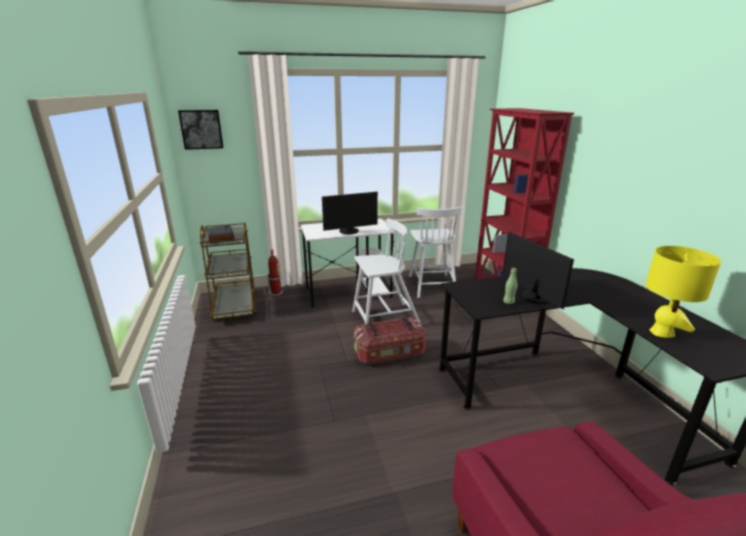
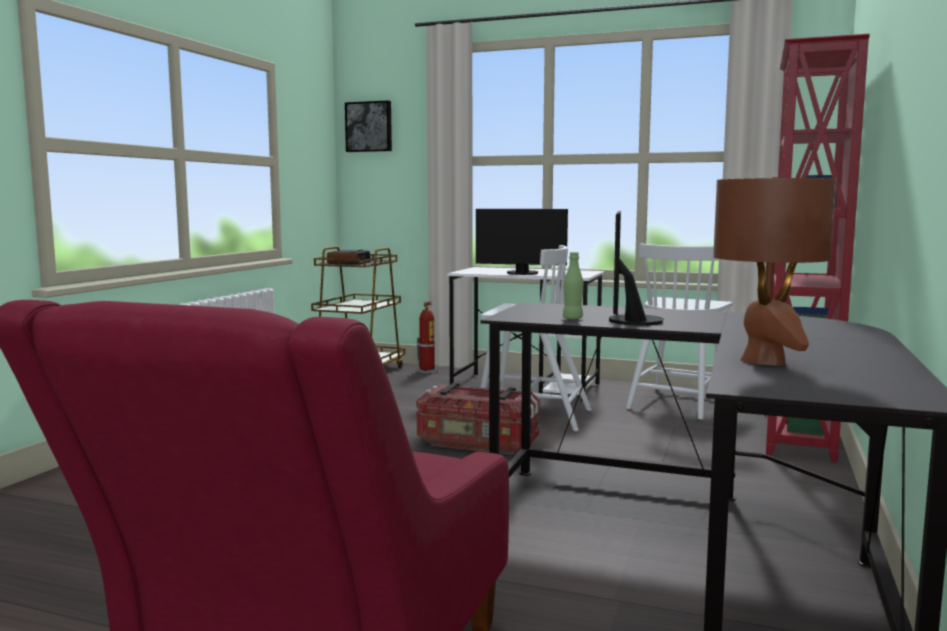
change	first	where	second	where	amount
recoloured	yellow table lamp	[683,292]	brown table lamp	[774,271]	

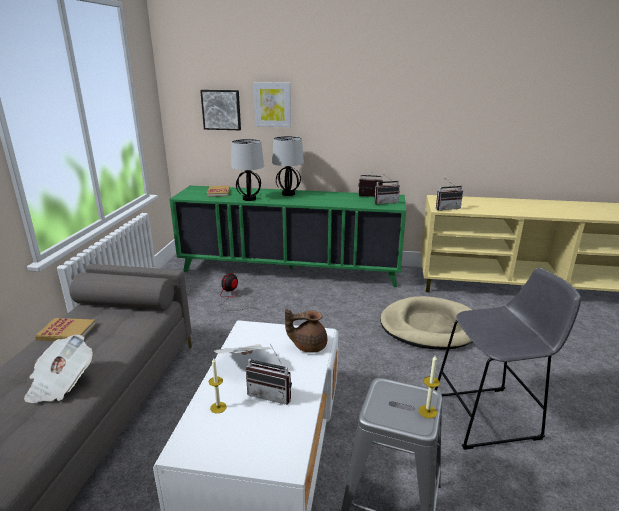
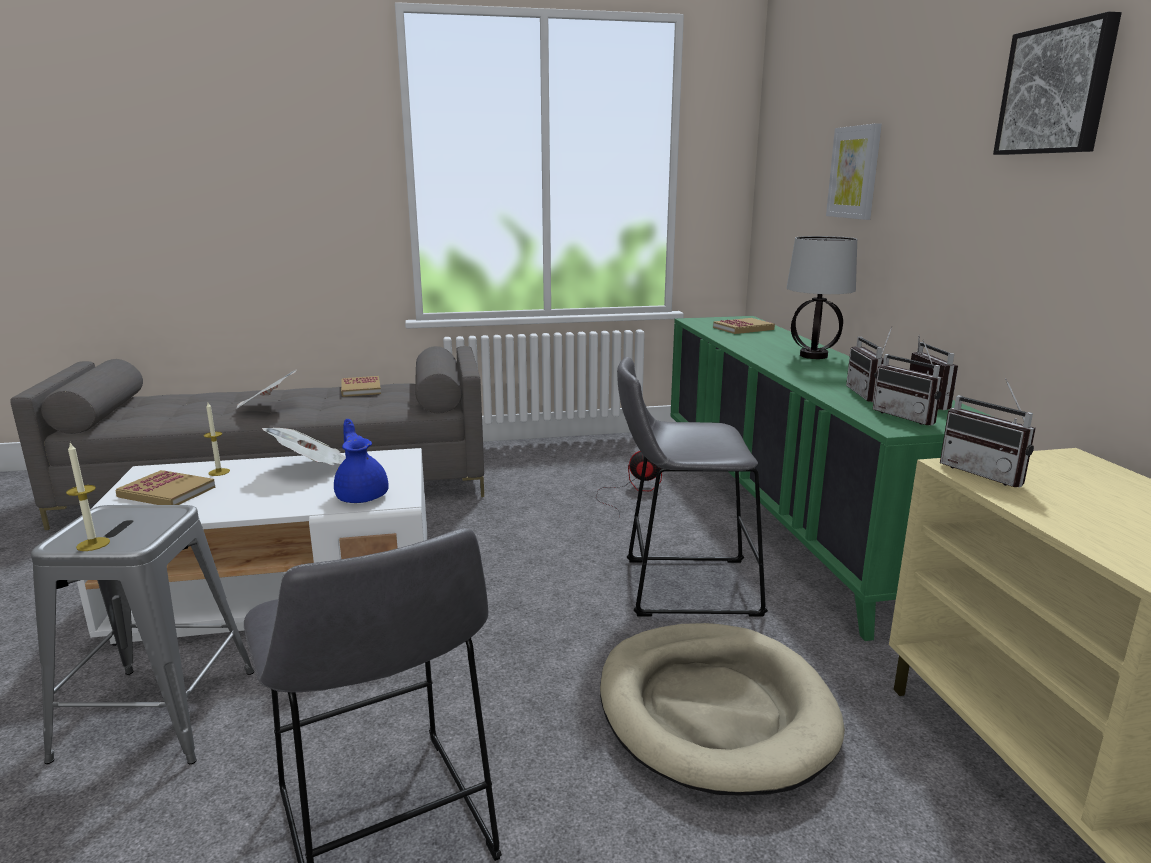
change	first	where	second	where	amount
moved	picture	[220,110]		[1057,83]	
removed	table lamp	[247,170]			
moved	radio	[269,374]		[869,364]	
recoloured	brown teapot	[306,331]	blue teapot	[361,461]	
added			book	[165,487]	
added			grey stool	[692,487]	

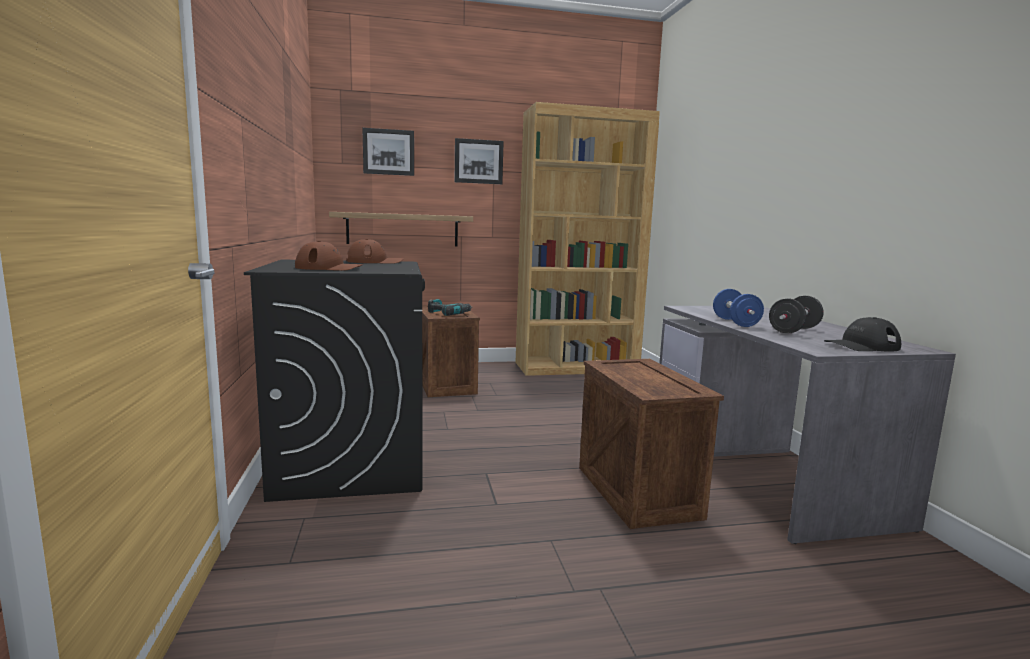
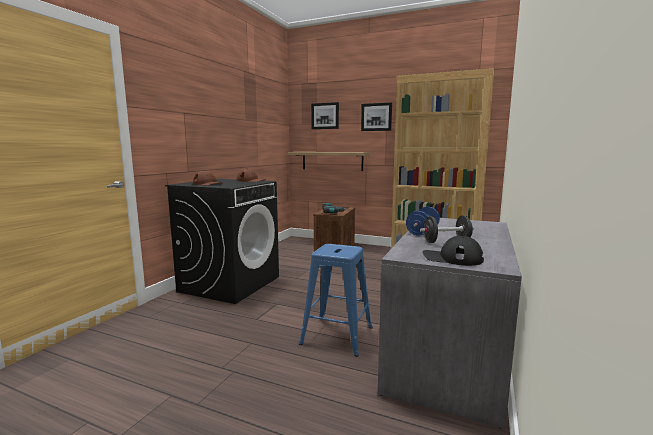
change	first	where	second	where	amount
replaced	crate	[651,444]	blue stool	[336,300]	

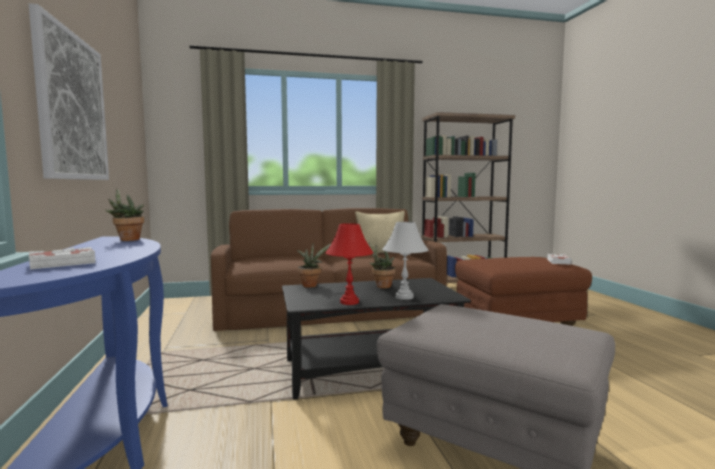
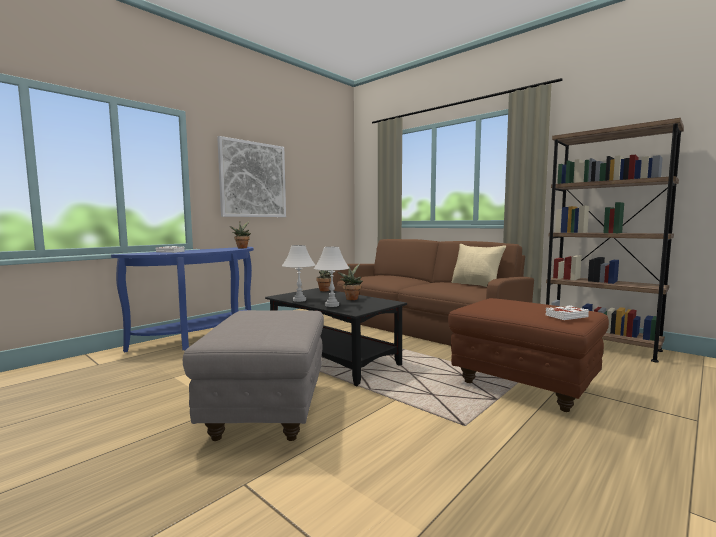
change	first	where	second	where	amount
recoloured	red table lamp	[350,264]	white table lamp	[298,273]	

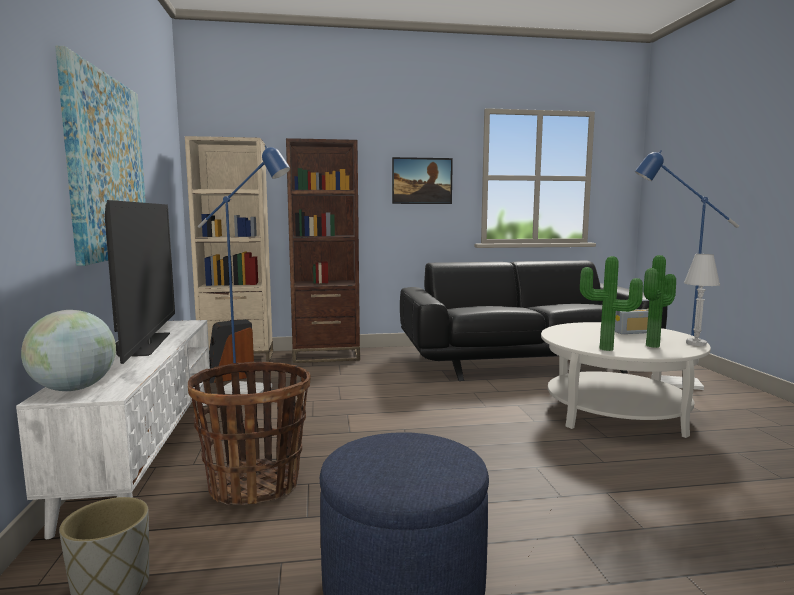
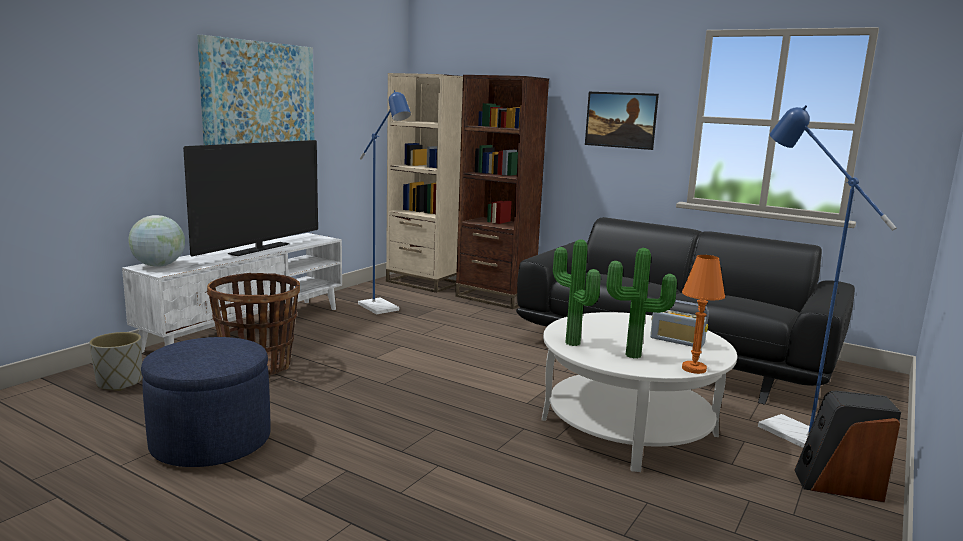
change	first	where	second	where	amount
moved	speaker	[231,351]		[848,446]	
recoloured	white table lamp	[702,300]	orange table lamp	[703,314]	

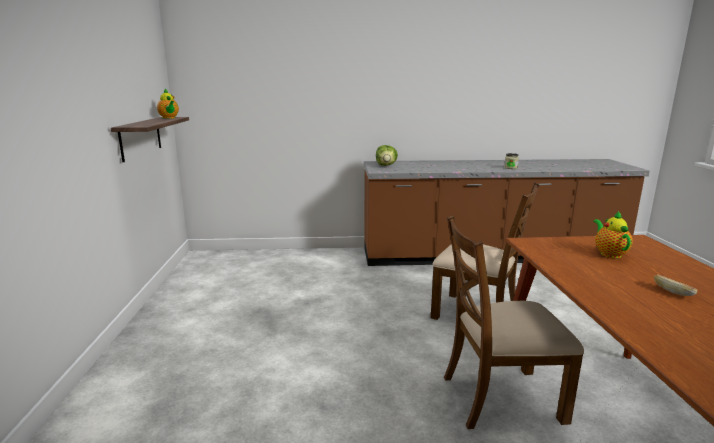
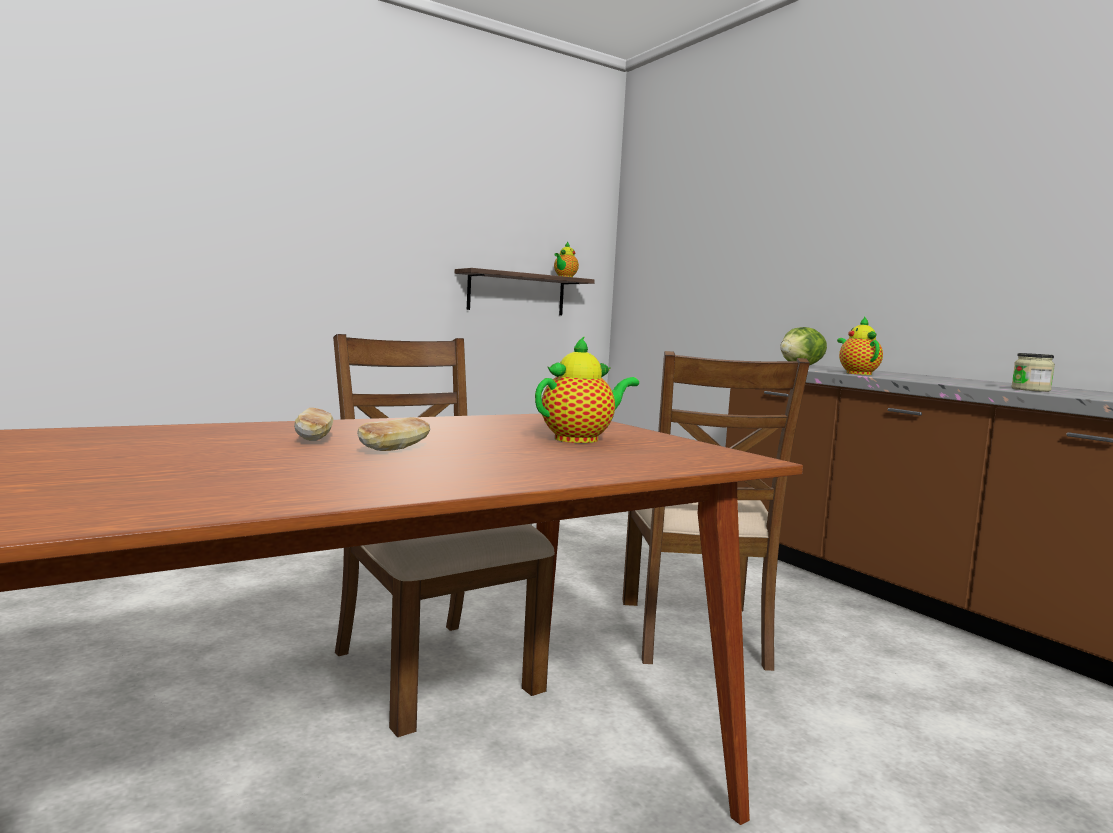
change	first	where	second	where	amount
added			bread	[313,424]	
added			teapot	[860,345]	

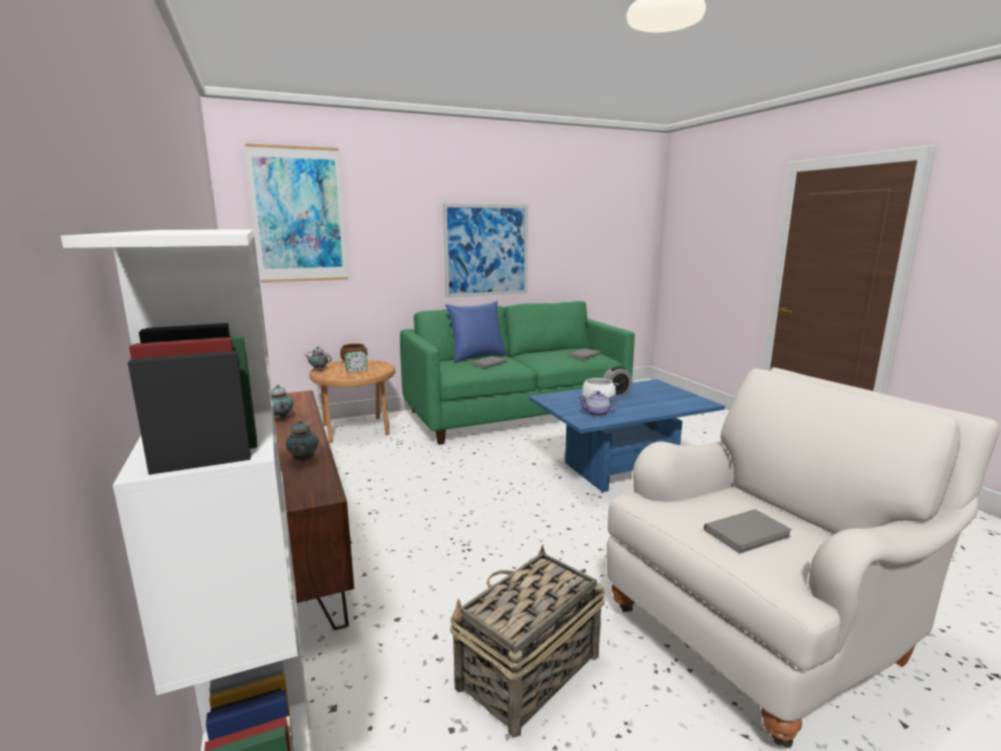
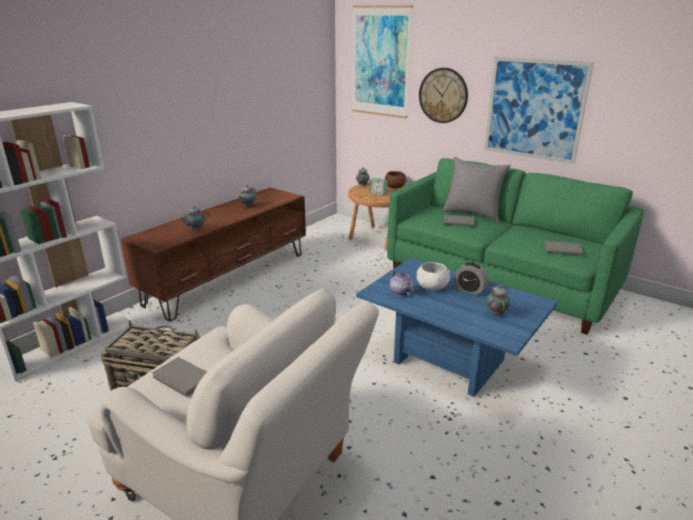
change	first	where	second	where	amount
recoloured	blue pillow	[476,331]	grey pillow	[477,189]	
added			wall clock	[443,95]	
added			teapot	[498,300]	

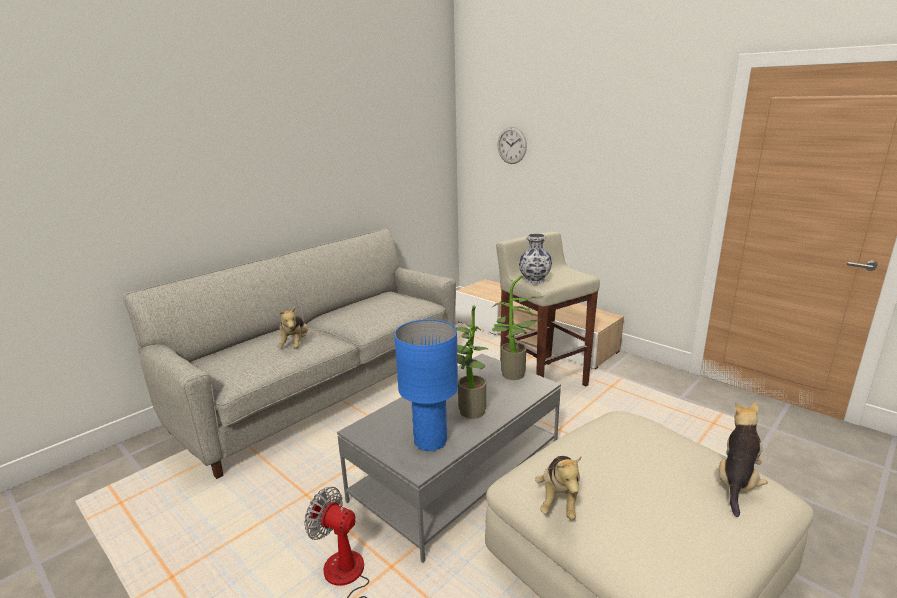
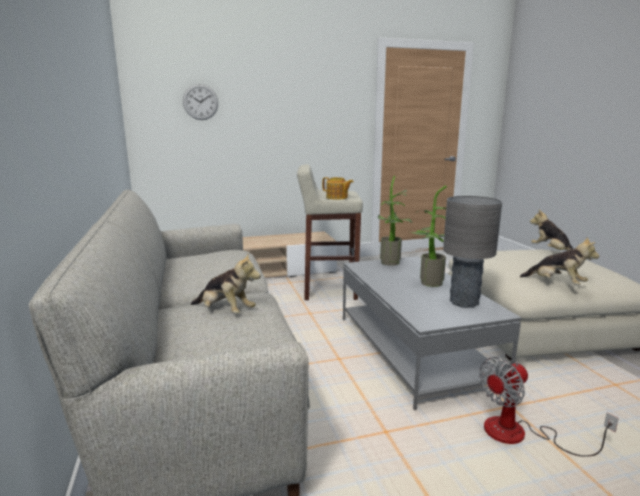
change	first	where	second	where	amount
recoloured	blue table lamp	[426,385]	grey table lamp	[472,252]	
replaced	vase	[535,259]	teapot	[338,188]	

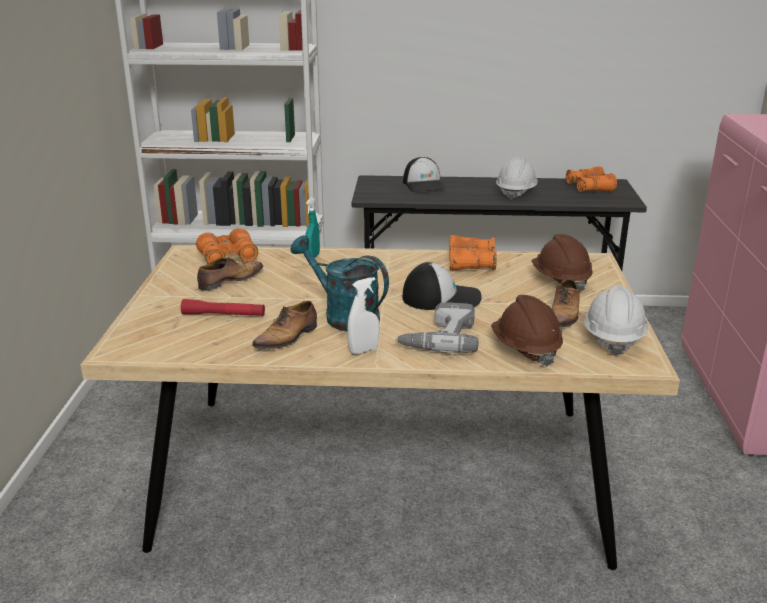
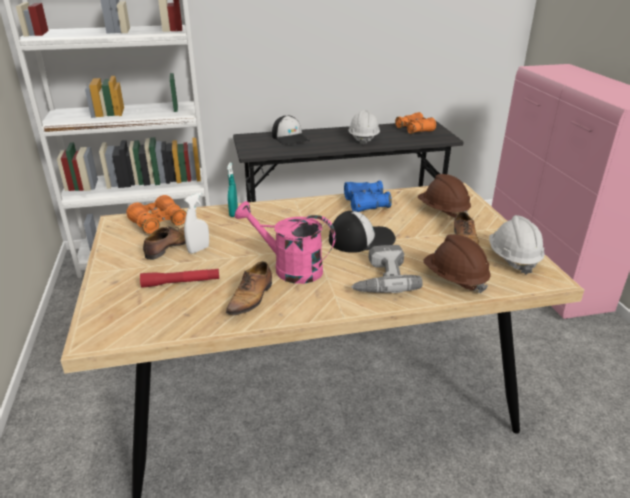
change	first	where	second	where	amount
recoloured	turquoise watering can	[340,283]	pink watering can	[285,242]	
moved	white spray bottle	[363,315]		[196,223]	
recoloured	orange binoculars	[473,252]	blue binoculars	[368,196]	

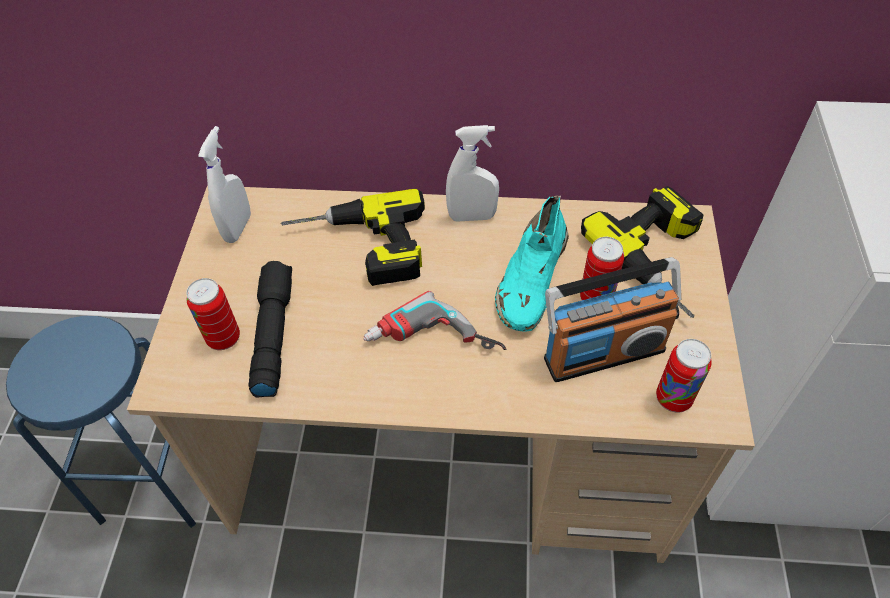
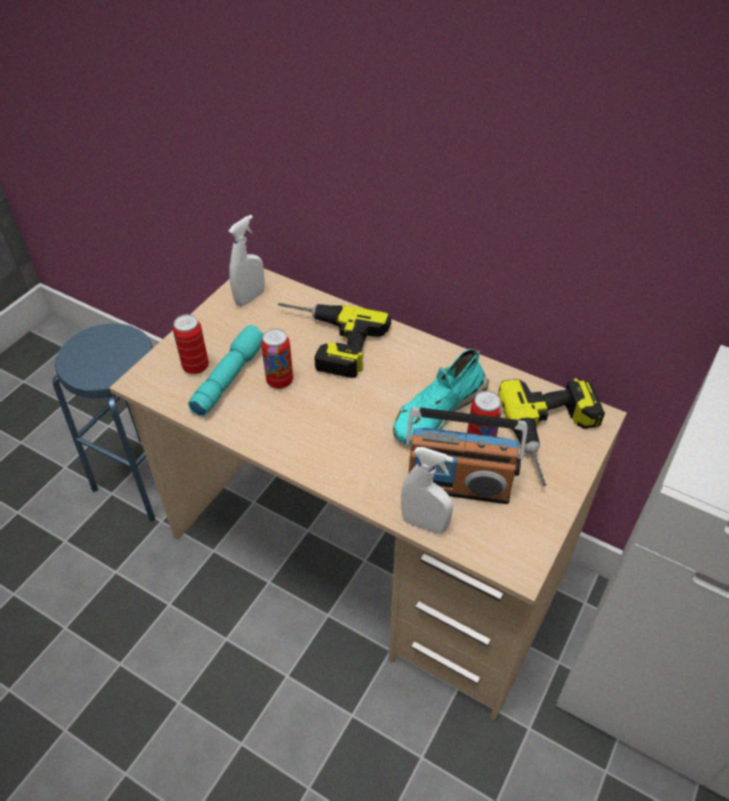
change	first	where	second	where	amount
recoloured	black flashlight	[270,329]	turquoise flashlight	[225,371]	
removed	power drill	[434,320]			
moved	white spray bottle	[472,173]		[427,490]	
moved	can	[684,376]		[277,358]	

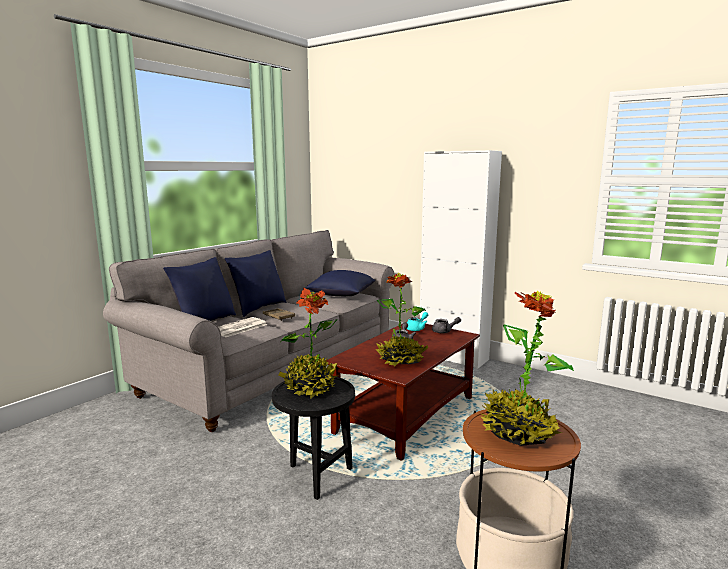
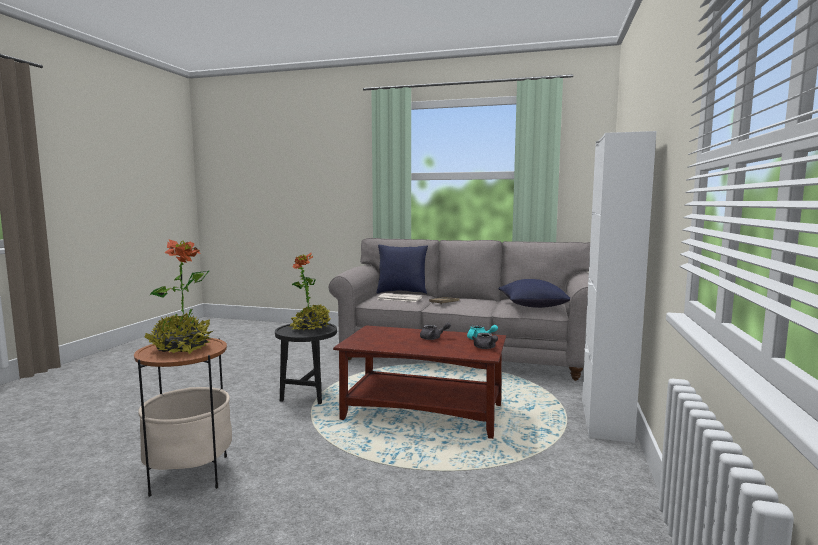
change	first	where	second	where	amount
removed	blue pillow	[255,283]			
removed	potted plant	[402,320]			

